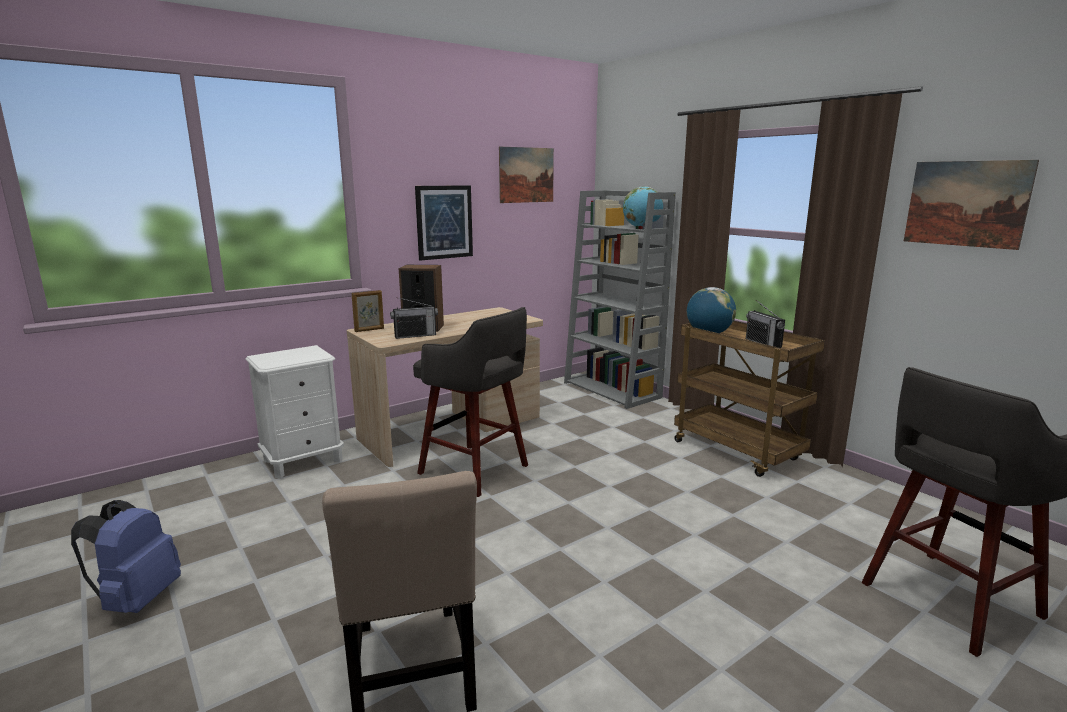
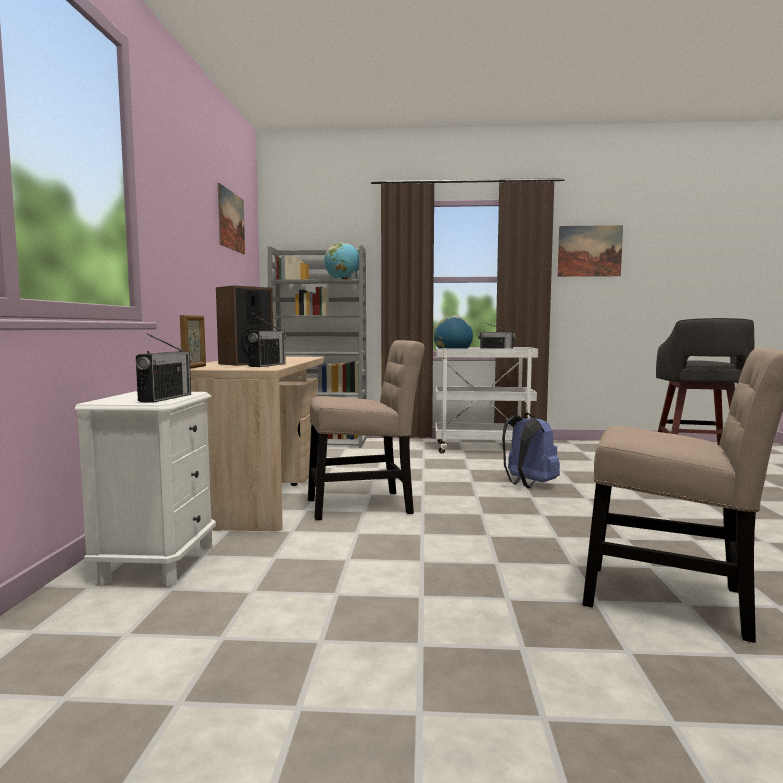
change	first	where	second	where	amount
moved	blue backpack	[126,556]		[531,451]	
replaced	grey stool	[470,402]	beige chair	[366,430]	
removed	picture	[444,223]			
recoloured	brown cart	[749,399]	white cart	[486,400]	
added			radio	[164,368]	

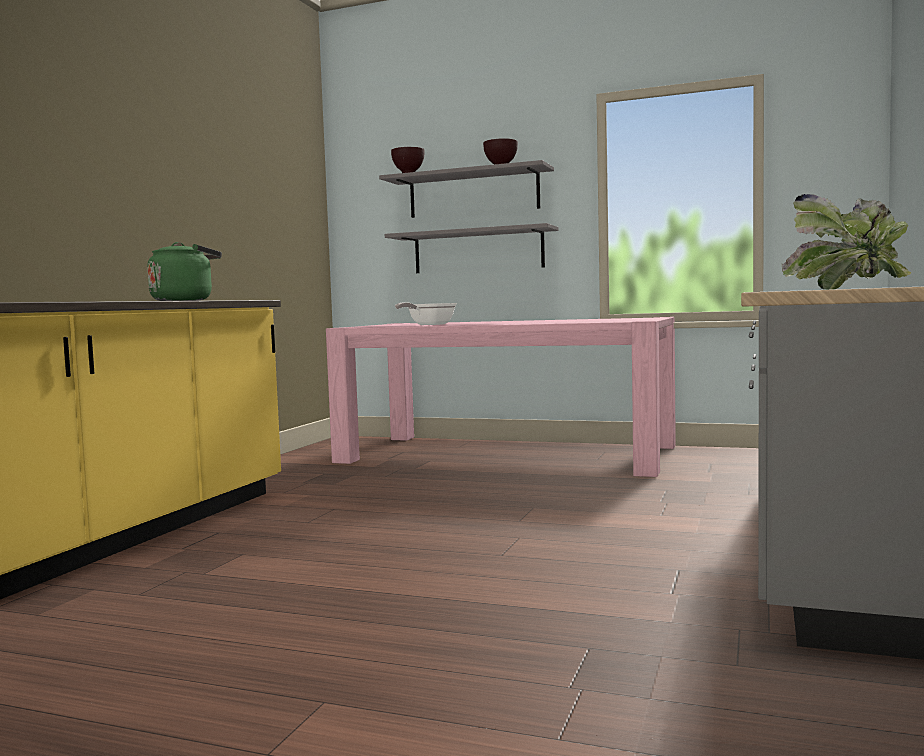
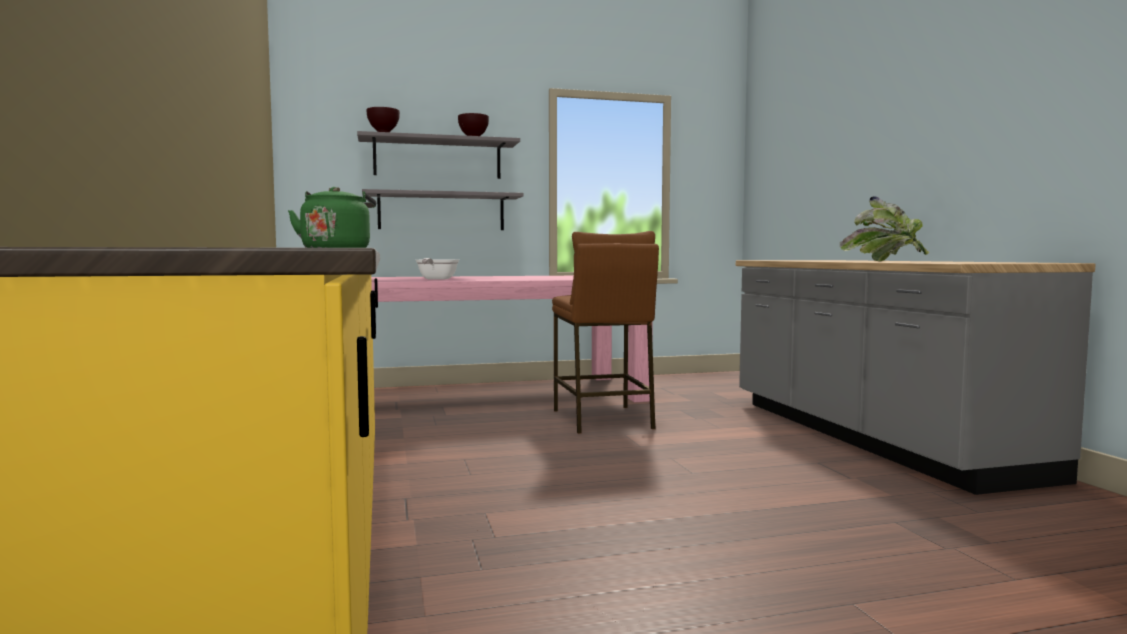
change	first	where	second	where	amount
added			brown stool	[605,332]	

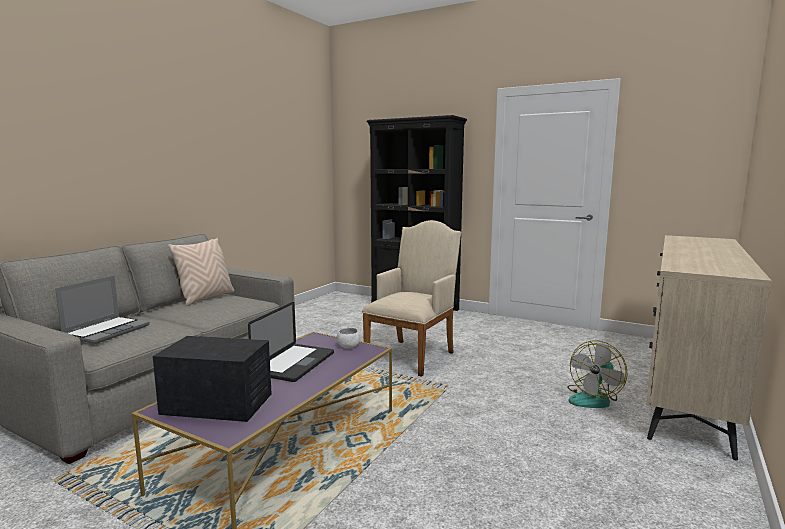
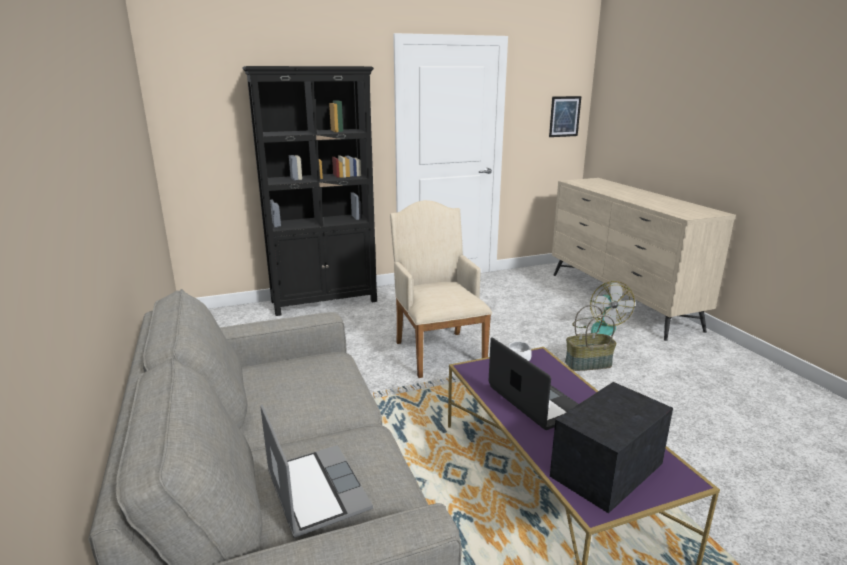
change	first	where	second	where	amount
removed	beige pillow	[201,272]			
added			picture	[565,116]	
added			basket	[590,338]	

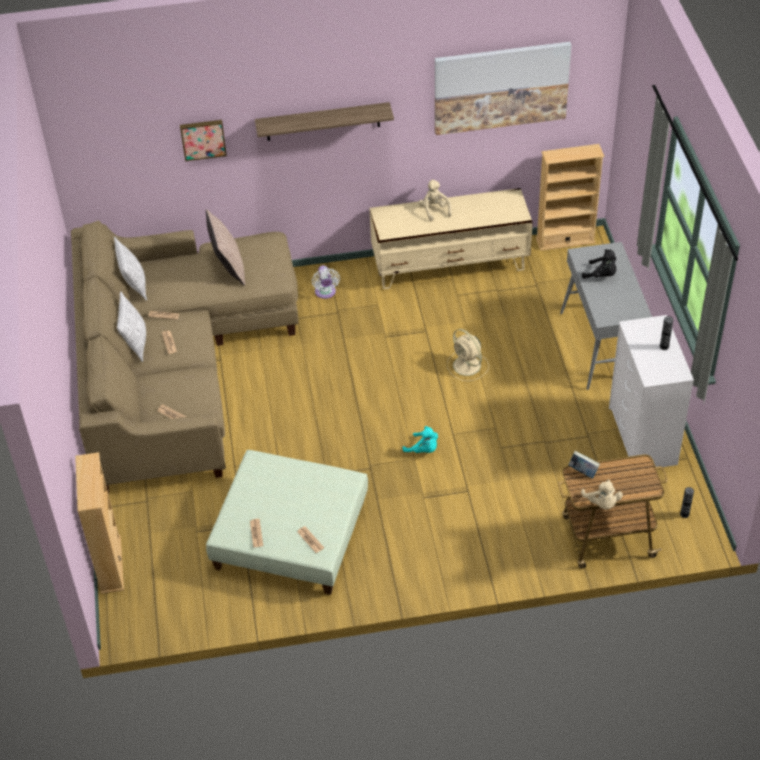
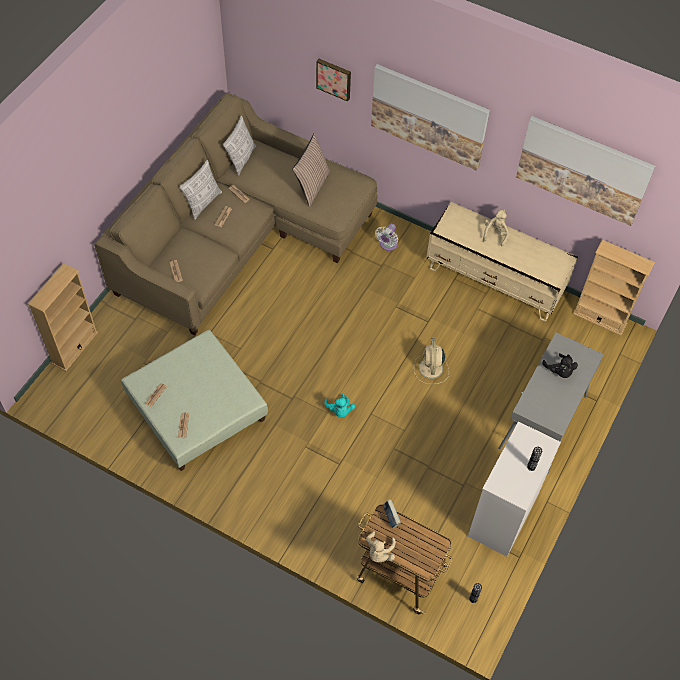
change	first	where	second	where	amount
replaced	shelf	[324,121]	picture	[430,117]	

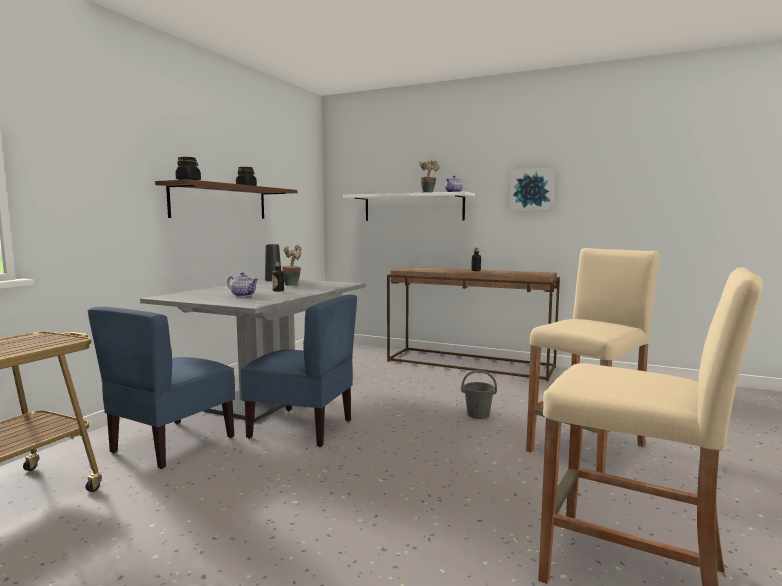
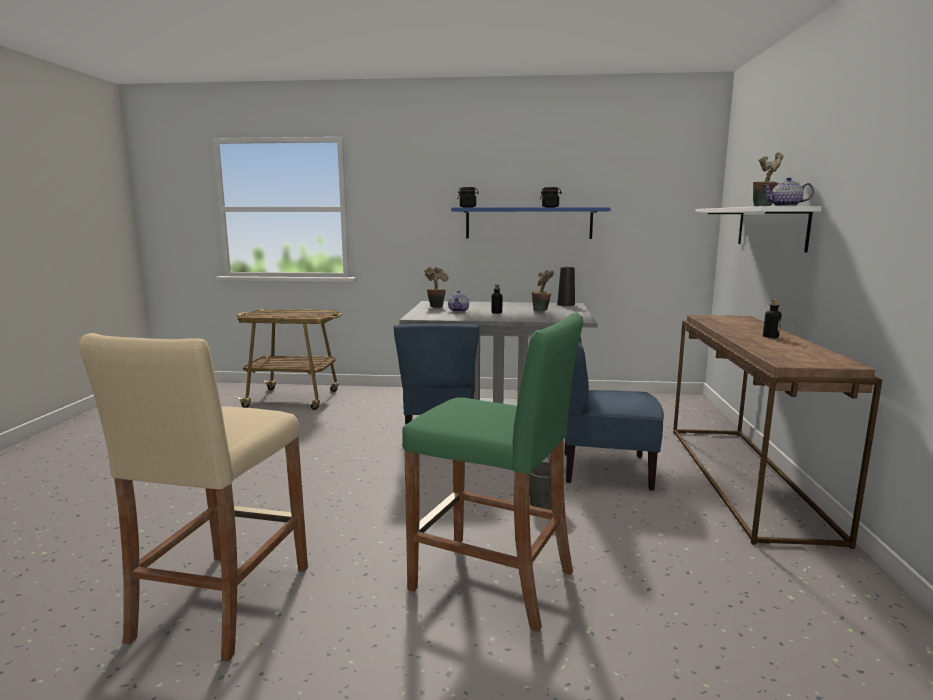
change	first	where	second	where	amount
moved	blue chair	[161,388]		[614,413]	
recoloured	brown shelf	[226,199]	blue shelf	[530,223]	
removed	picture	[532,189]			
recoloured	beige stool	[593,360]	green stool	[492,472]	
added			potted plant	[436,287]	

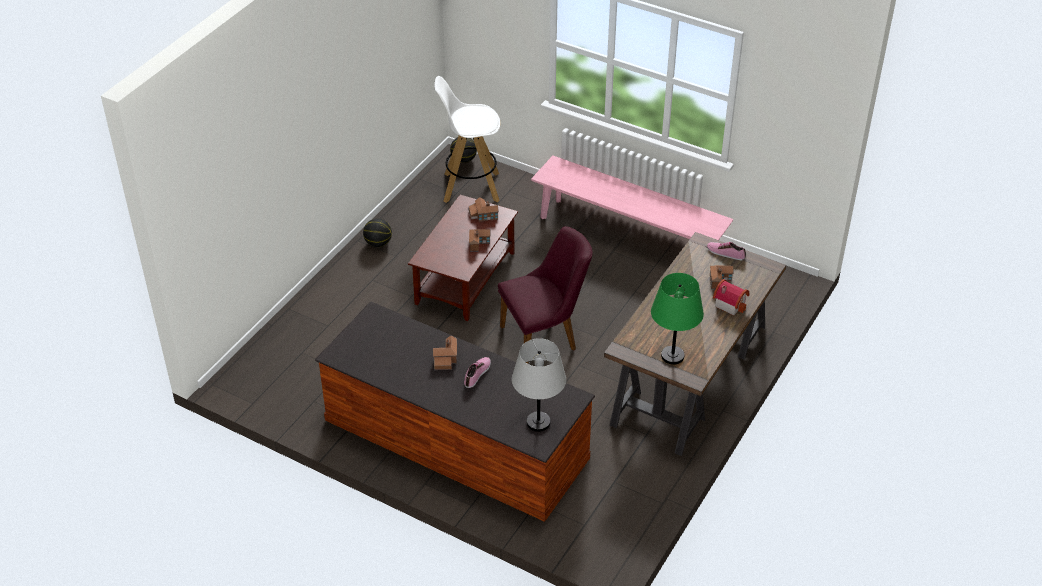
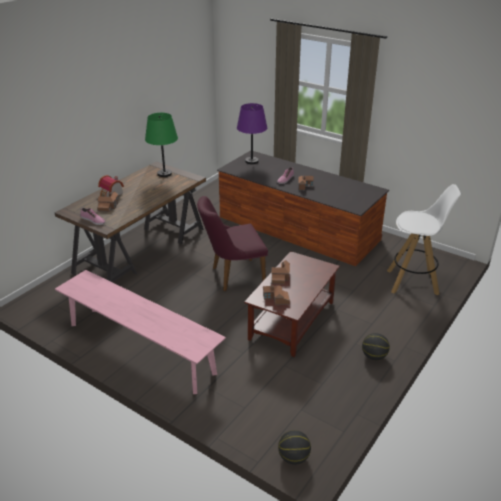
change	first	where	second	where	amount
moved	white stool	[467,139]		[424,239]	
recoloured	grey table lamp	[539,385]	purple table lamp	[252,133]	

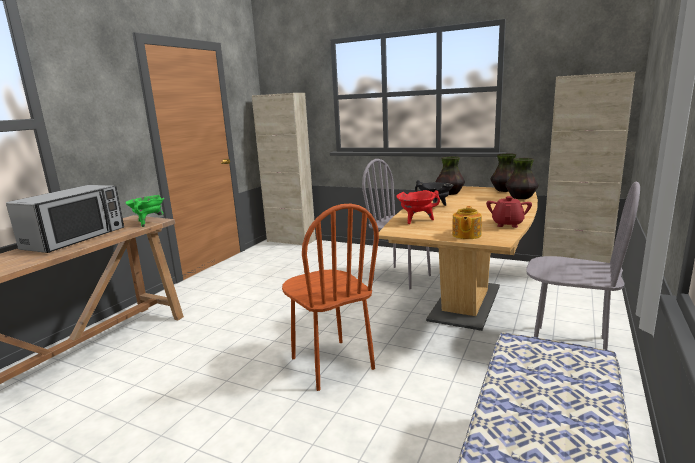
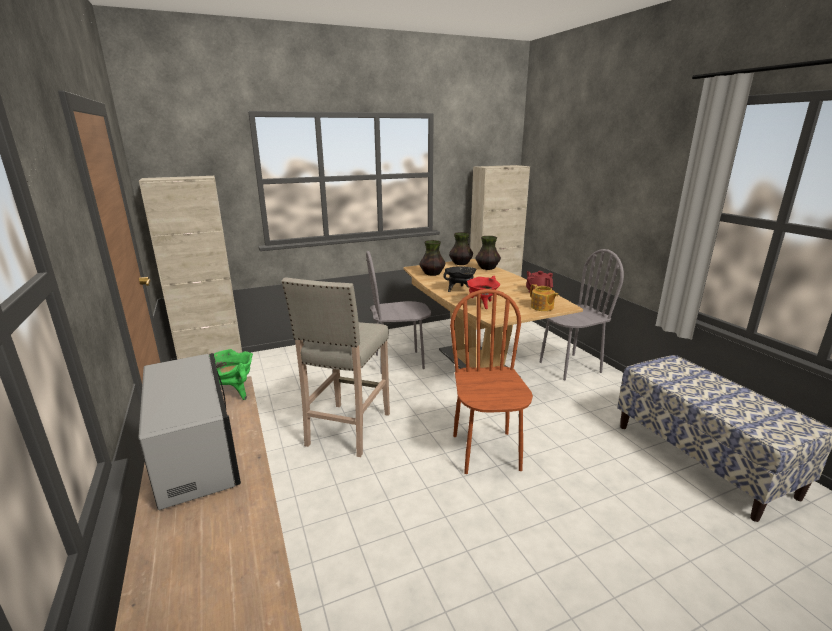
change	first	where	second	where	amount
turned	brown chair	[330,297]		[491,381]	105 degrees counterclockwise
added			beige stool	[335,367]	

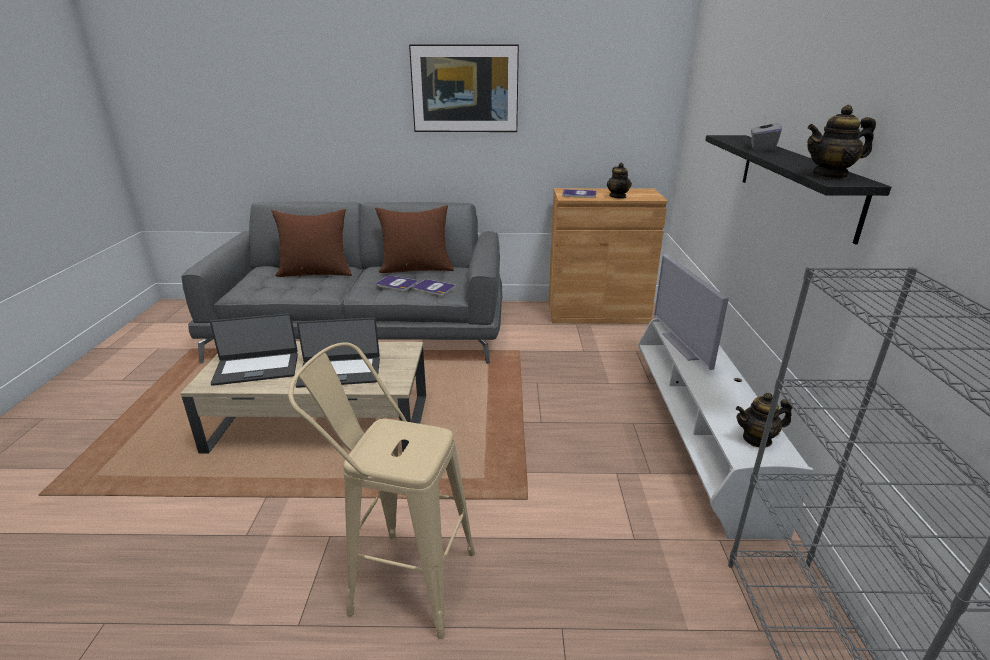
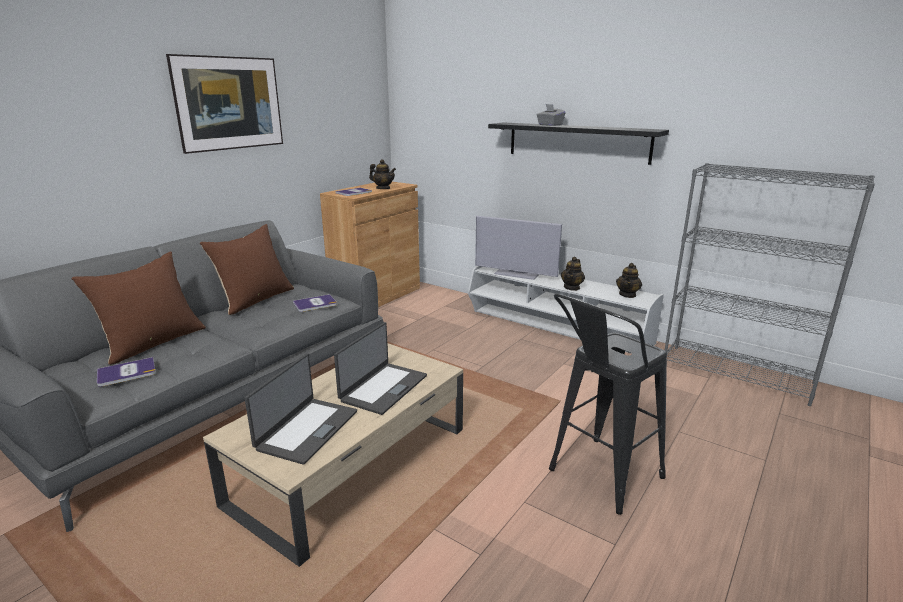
change	first	where	second	where	amount
recoloured	beige stool	[381,490]	black stool	[608,404]	
moved	book	[397,283]		[126,372]	
moved	teapot	[841,142]		[573,274]	

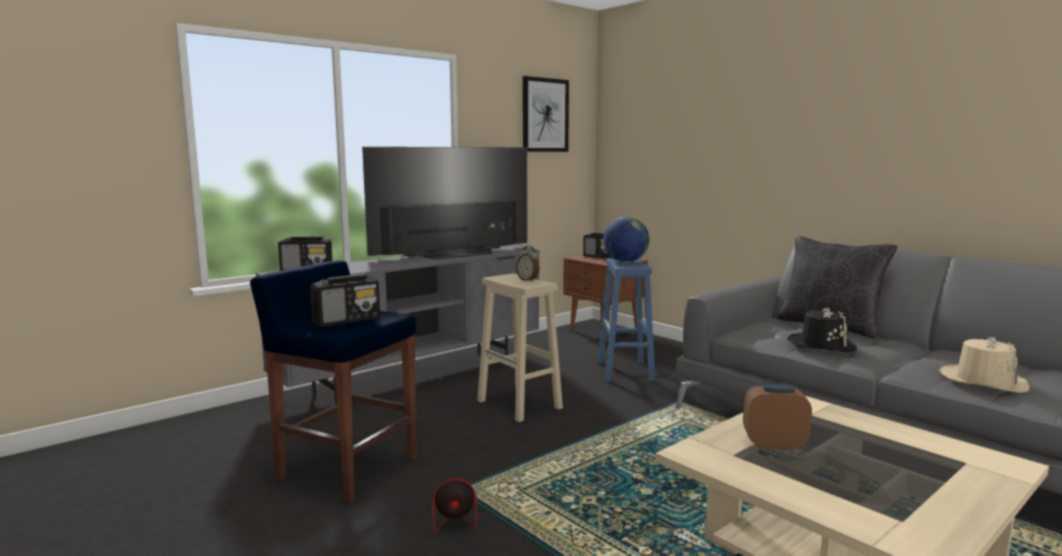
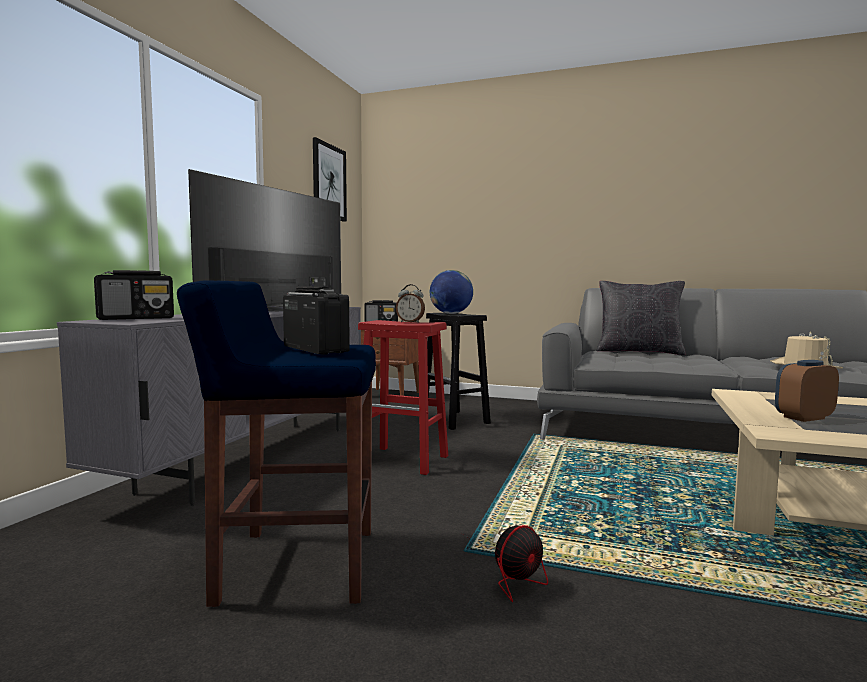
change	first	where	second	where	amount
turned	radio	[345,300]		[316,320]	60 degrees counterclockwise
recoloured	beige stool	[520,348]	red stool	[403,397]	
recoloured	blue stool	[626,320]	black stool	[458,371]	
removed	black hat	[822,330]			

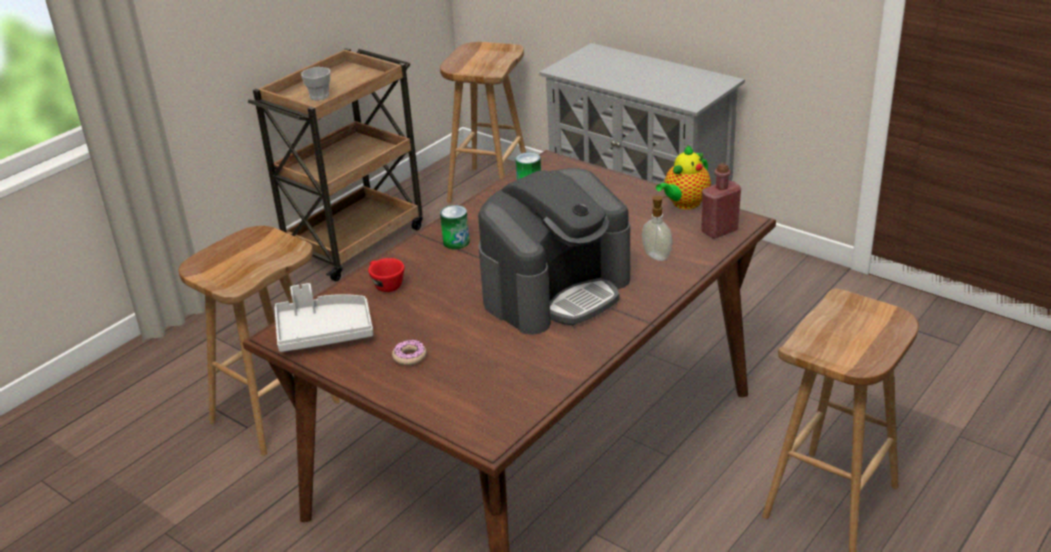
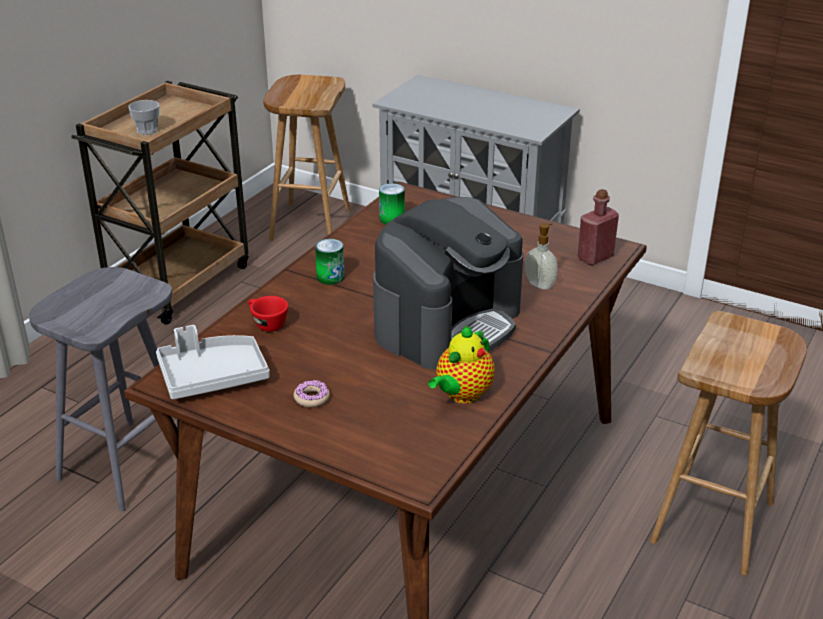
change	first	where	second	where	amount
recoloured	brown stool	[259,340]	grey stool	[103,389]	
moved	teapot	[683,177]		[461,364]	

